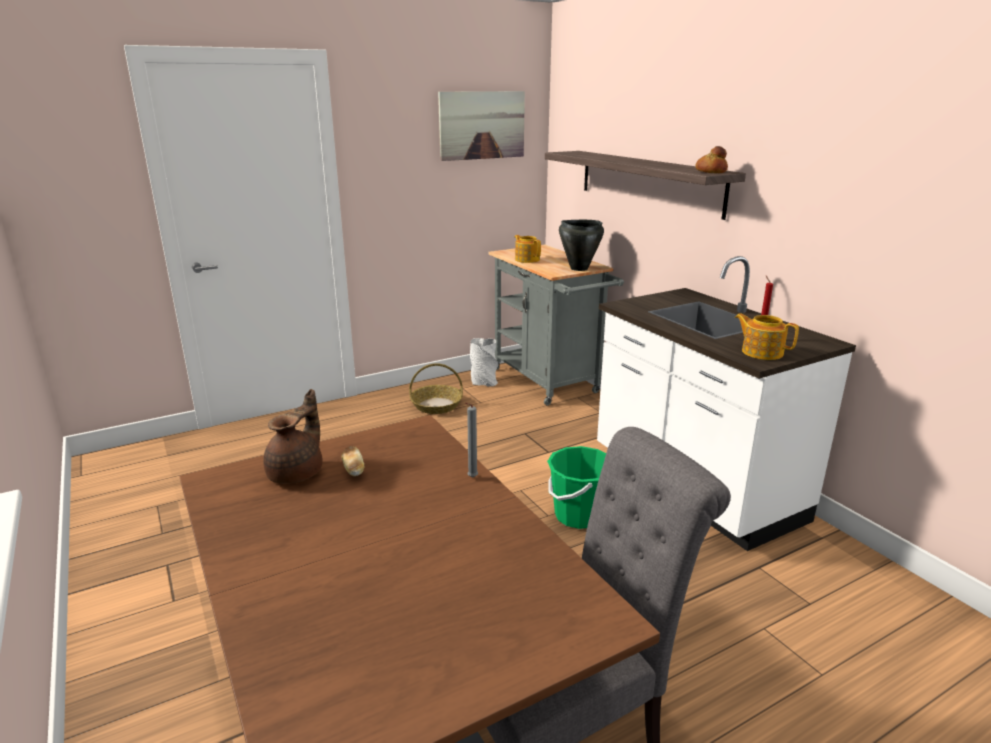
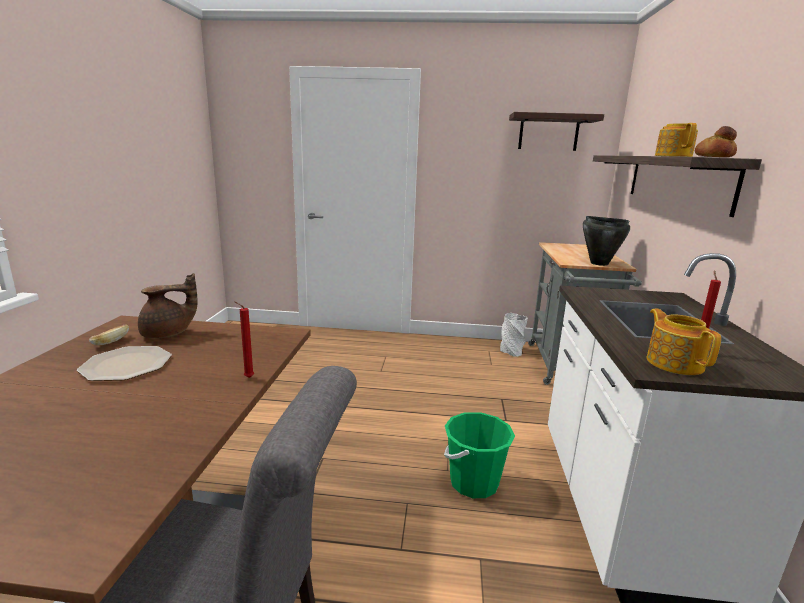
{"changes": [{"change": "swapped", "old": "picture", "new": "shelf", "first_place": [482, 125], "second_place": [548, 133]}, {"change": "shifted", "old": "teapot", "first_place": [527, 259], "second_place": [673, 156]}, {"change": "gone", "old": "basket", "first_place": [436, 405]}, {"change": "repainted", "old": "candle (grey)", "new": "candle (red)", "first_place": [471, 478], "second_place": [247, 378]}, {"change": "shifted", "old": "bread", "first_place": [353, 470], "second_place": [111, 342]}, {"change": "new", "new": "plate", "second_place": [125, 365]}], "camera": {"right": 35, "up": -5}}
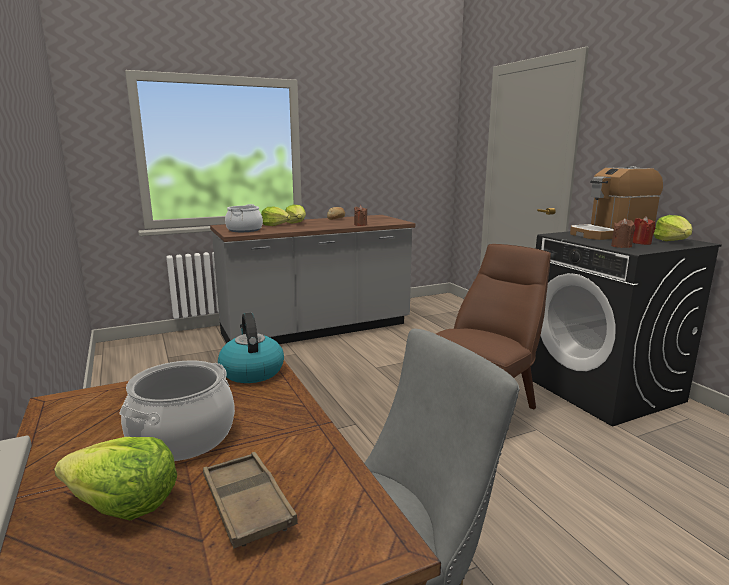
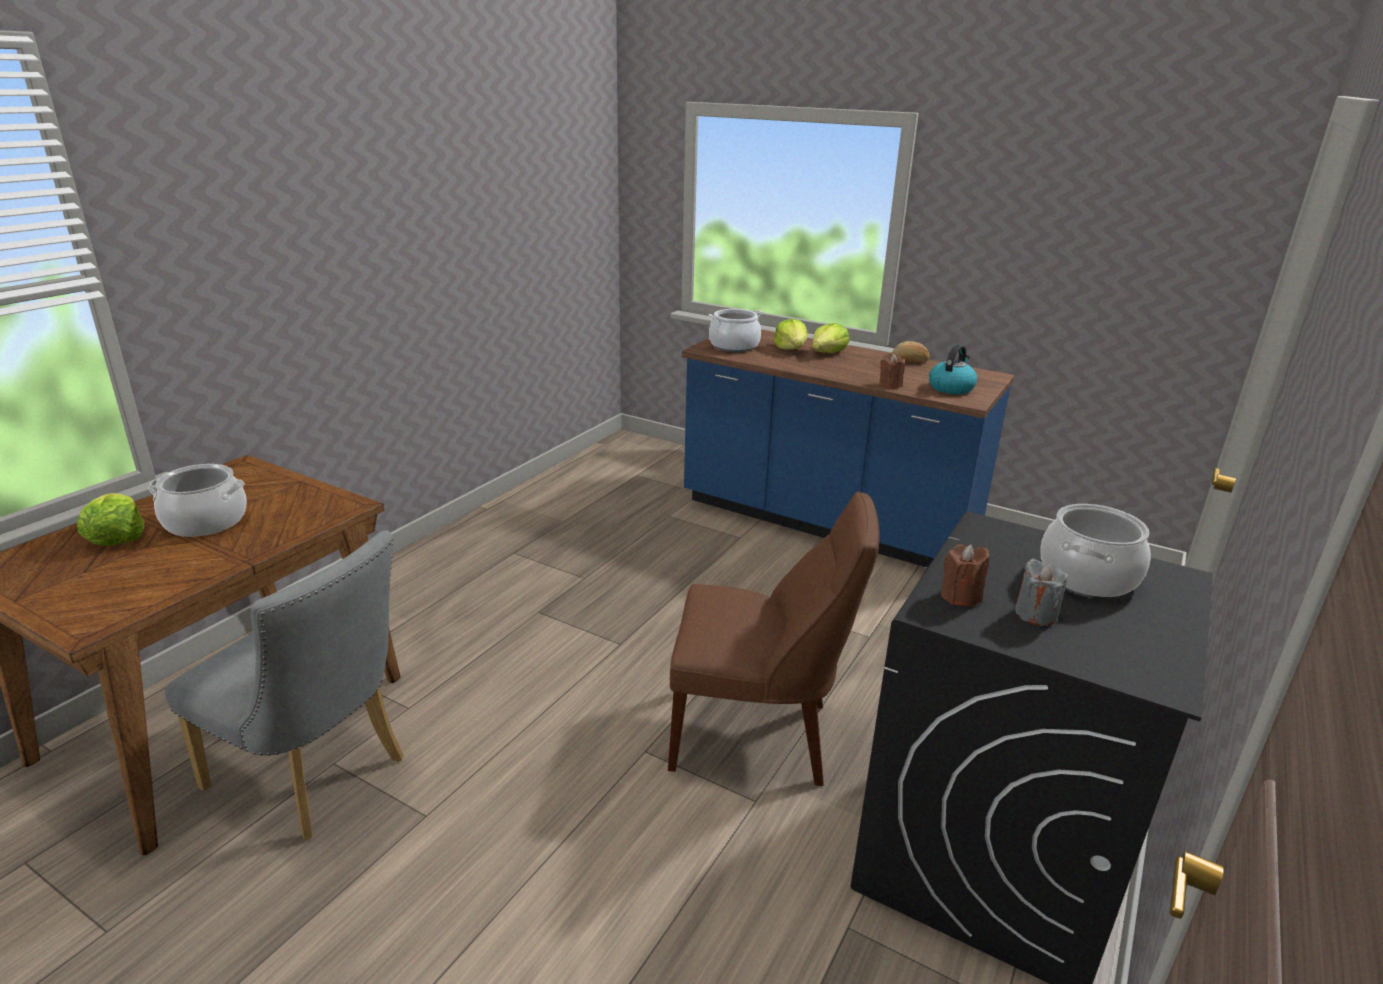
{"changes": [{"change": "swapped", "old": "coffee machine", "new": "cooking pot", "first_place": [610, 234], "second_place": [1088, 576]}, {"change": "repainted", "old": "counter (grey)", "new": "counter (blue)", "first_place": [317, 330], "second_place": [826, 522]}, {"change": "gone", "old": "lettuce", "first_place": [672, 241]}, {"change": "repainted", "old": "candle (red)", "new": "candle (grey)", "first_place": [641, 243], "second_place": [1035, 614]}, {"change": "shifted", "old": "kettle", "first_place": [251, 371], "second_place": [951, 388]}, {"change": "gone", "old": "tray (brown)", "first_place": [246, 504]}], "camera": {"right": 55, "up": 10}}
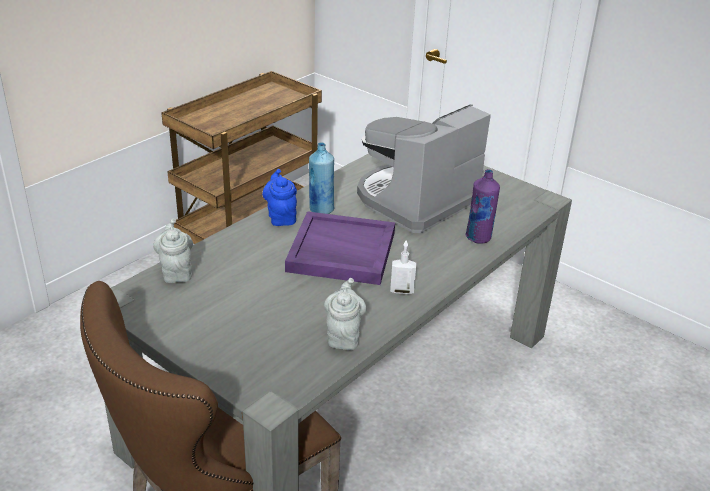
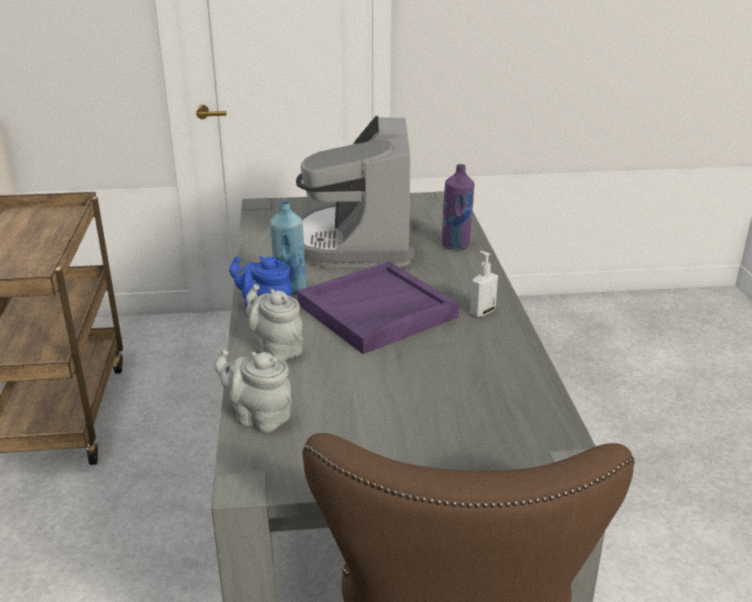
{"changes": [{"change": "shifted", "old": "teapot (grey)", "first_place": [343, 336], "second_place": [276, 349]}], "camera": {"right": -45, "up": -5}}
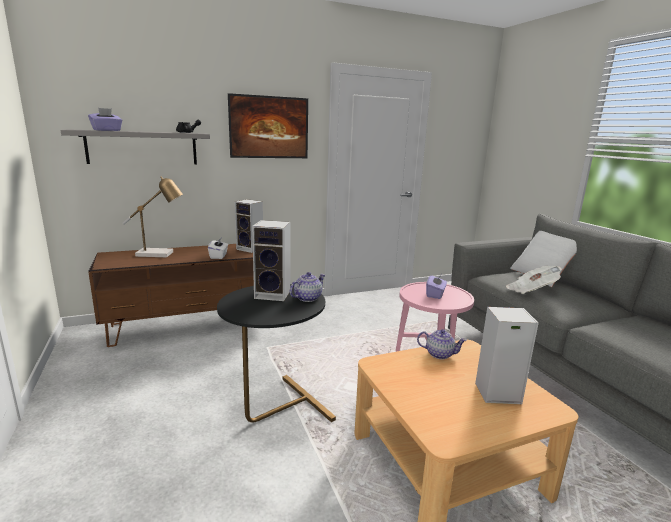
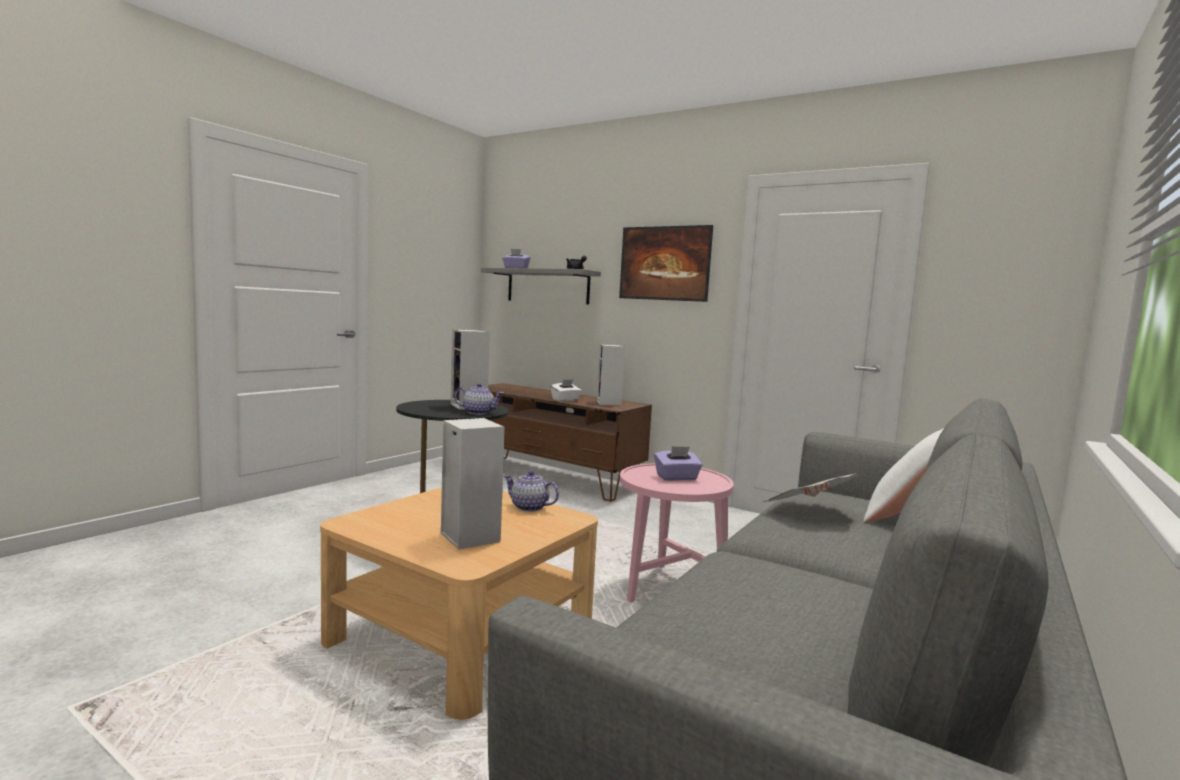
{"changes": [{"change": "gone", "old": "table lamp", "first_place": [159, 254]}, {"change": "rotated", "old": "teapot", "first_place": [439, 354], "second_place": [529, 507], "degrees": 135}], "camera": {"right": 55, "up": -10}}
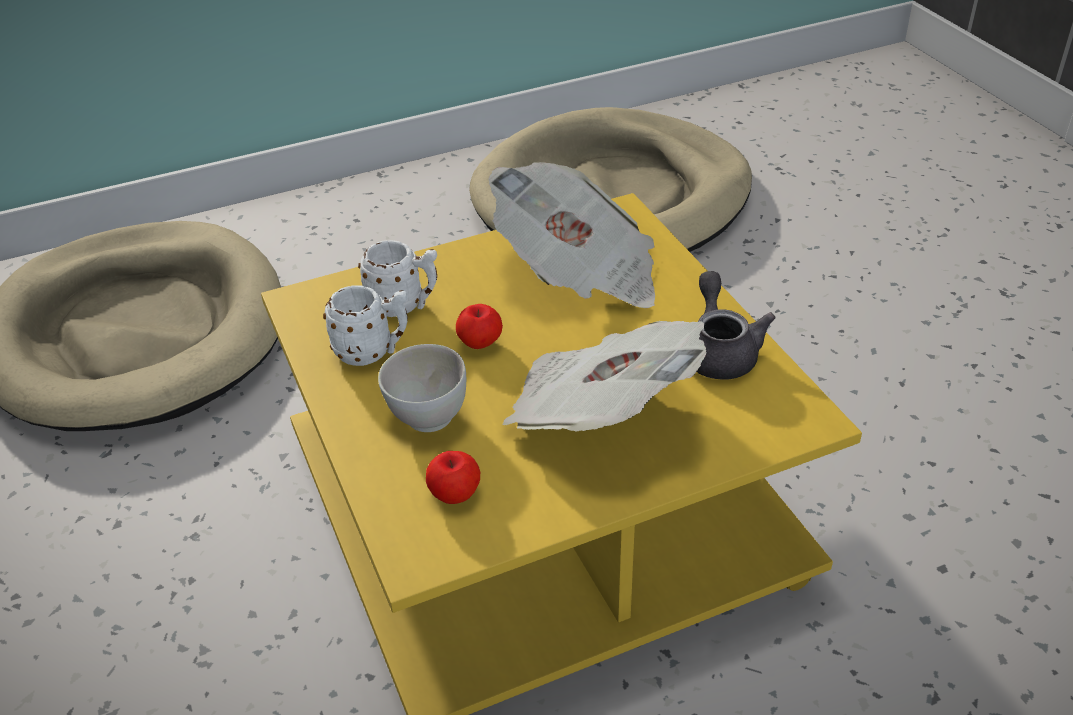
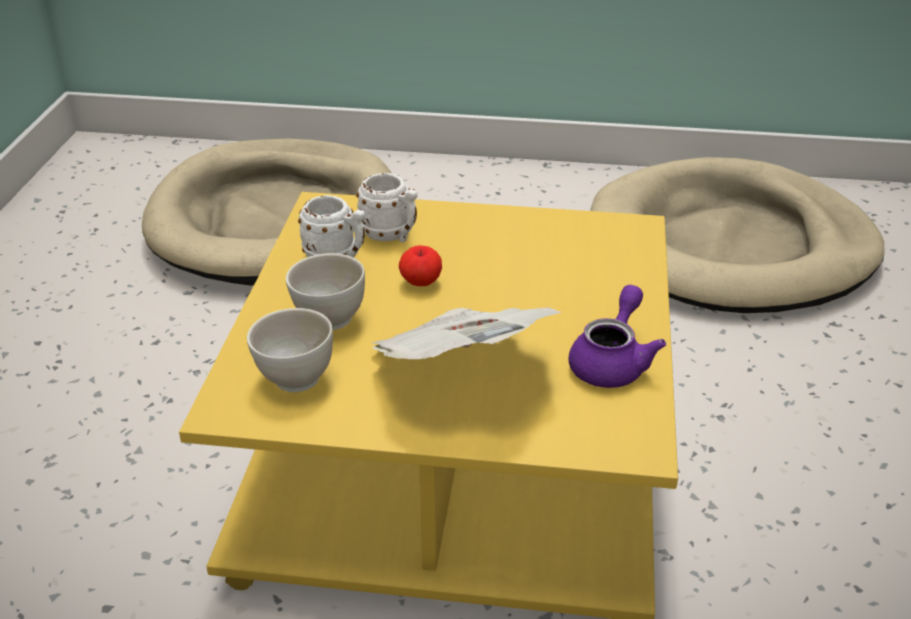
{"changes": [{"change": "gone", "old": "newspaper", "first_place": [579, 274]}, {"change": "repainted", "old": "teapot (grey)", "new": "teapot (purple)", "first_place": [719, 351], "second_place": [612, 362]}, {"change": "swapped", "old": "apple", "new": "bowl (white)", "first_place": [455, 494], "second_place": [295, 379]}], "camera": {"right": 30, "up": -5}}
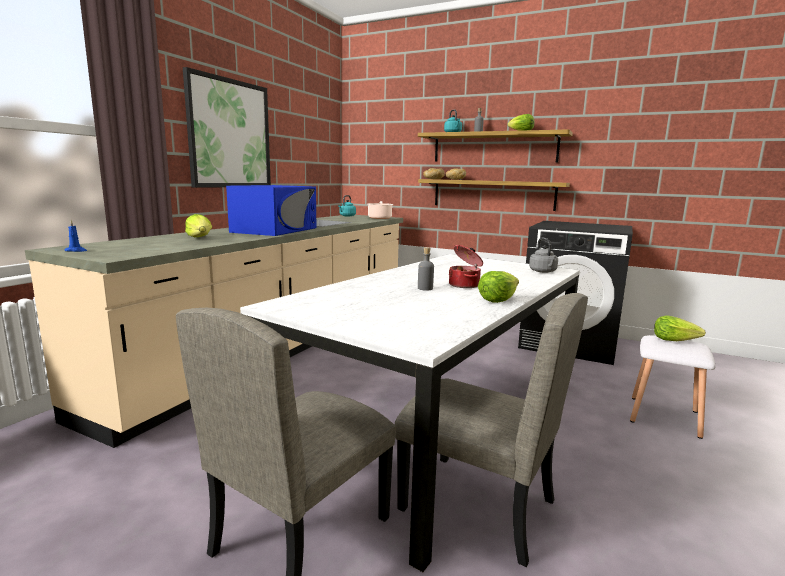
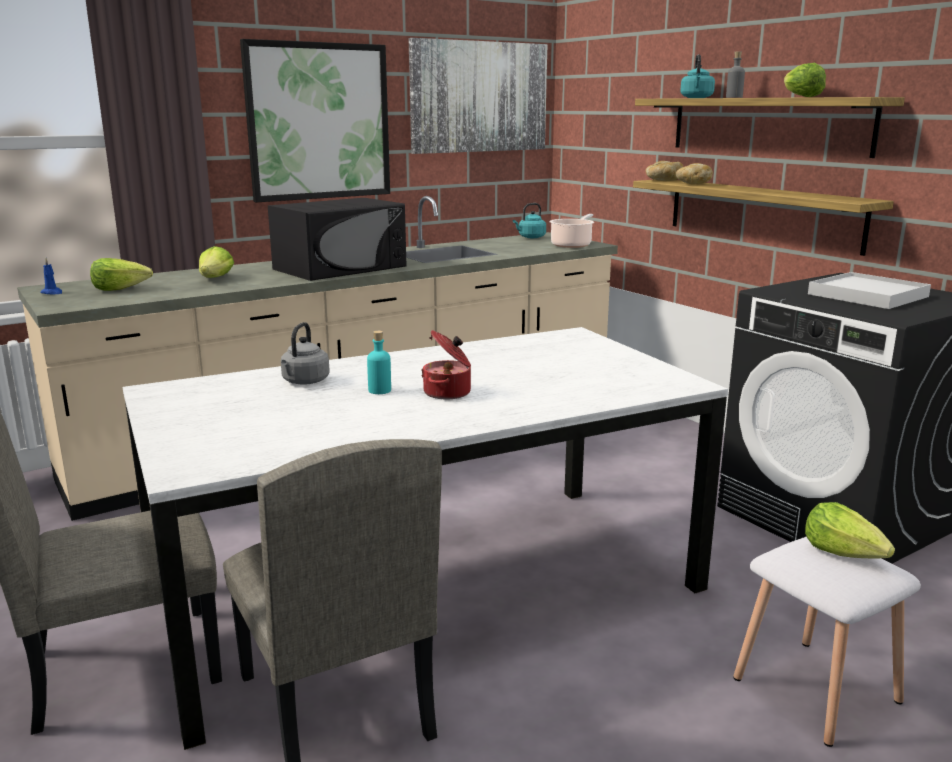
{"changes": [{"change": "repainted", "old": "microwave (blue)", "new": "microwave (black)", "first_place": [275, 230], "second_place": [340, 267]}, {"change": "shifted", "old": "kettle (grey)", "first_place": [543, 271], "second_place": [304, 382]}, {"change": "repainted", "old": "bottle (grey)", "new": "bottle (turquoise)", "first_place": [425, 288], "second_place": [379, 390]}, {"change": "shifted", "old": "lettuce", "first_place": [497, 299], "second_place": [120, 289]}, {"change": "new", "new": "picture", "second_place": [479, 97]}, {"change": "new", "new": "tray (white)", "second_place": [867, 295]}], "camera": {"right": 30, "up": 5}}
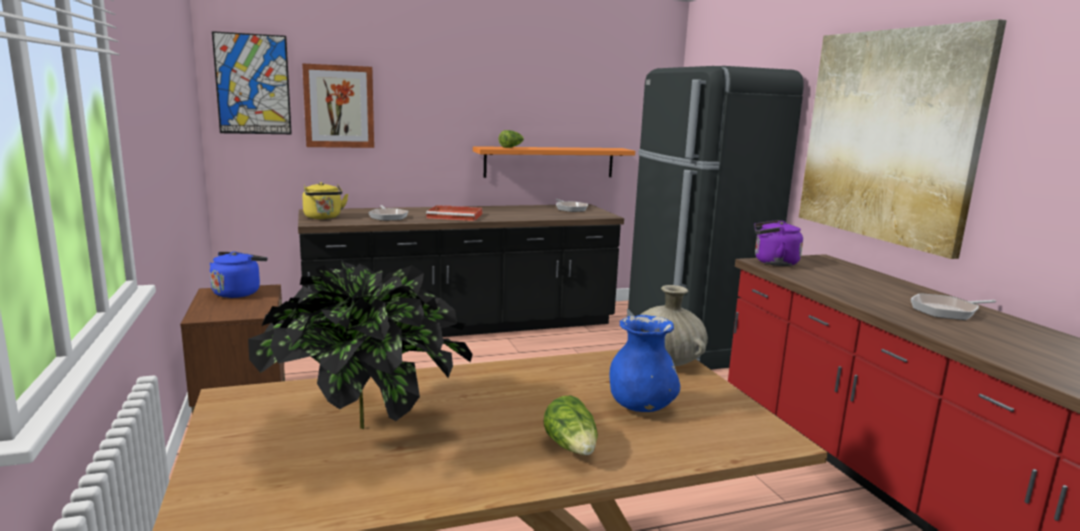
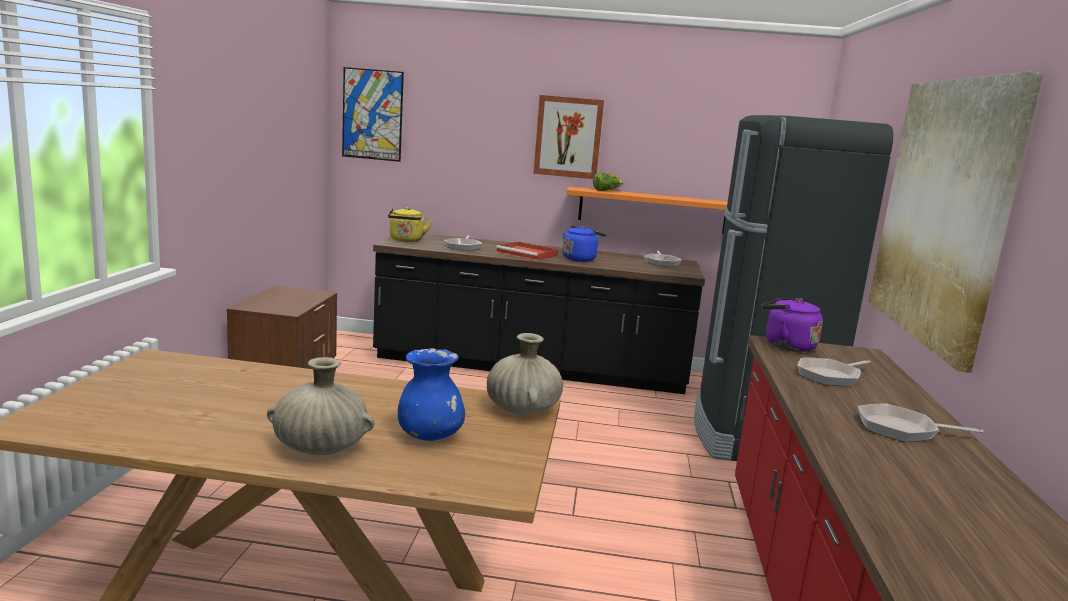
{"changes": [{"change": "shifted", "old": "picture", "first_place": [339, 106], "second_place": [568, 137]}, {"change": "shifted", "old": "kettle (blue)", "first_place": [238, 292], "second_place": [580, 259]}, {"change": "gone", "old": "potted plant", "first_place": [368, 427]}, {"change": "swapped", "old": "lettuce", "new": "vase (beige)", "first_place": [572, 448], "second_place": [320, 448]}, {"change": "new", "new": "frying pan", "second_place": [831, 376]}], "camera": {"right": 25, "up": 0}}
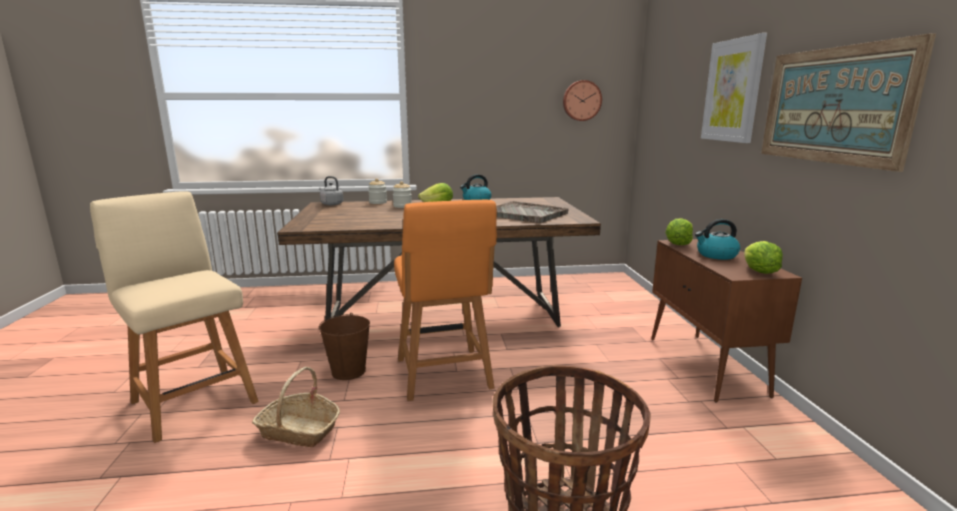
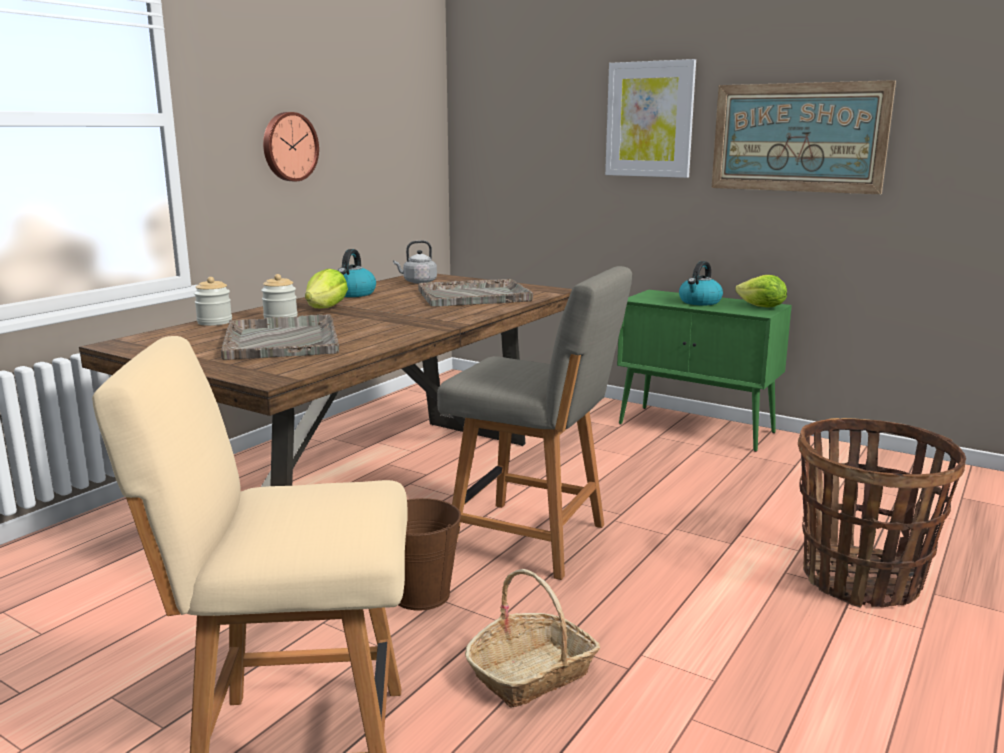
{"changes": [{"change": "shifted", "old": "wall clock", "first_place": [581, 100], "second_place": [289, 147]}, {"change": "shifted", "old": "kettle (grey)", "first_place": [331, 204], "second_place": [418, 282]}, {"change": "repainted", "old": "chair (orange)", "new": "chair (grey)", "first_place": [444, 375], "second_place": [533, 540]}, {"change": "gone", "old": "lettuce", "first_place": [678, 244]}, {"change": "repainted", "old": "cabinet (brown)", "new": "cabinet (green)", "first_place": [706, 366], "second_place": [697, 428]}, {"change": "new", "new": "tray (grey)", "second_place": [281, 340]}], "camera": {"right": -50, "up": 0}}
